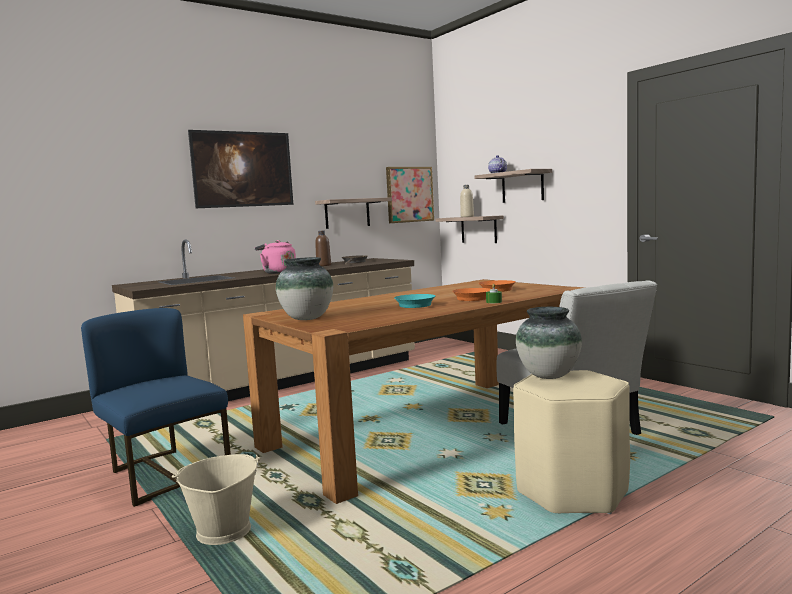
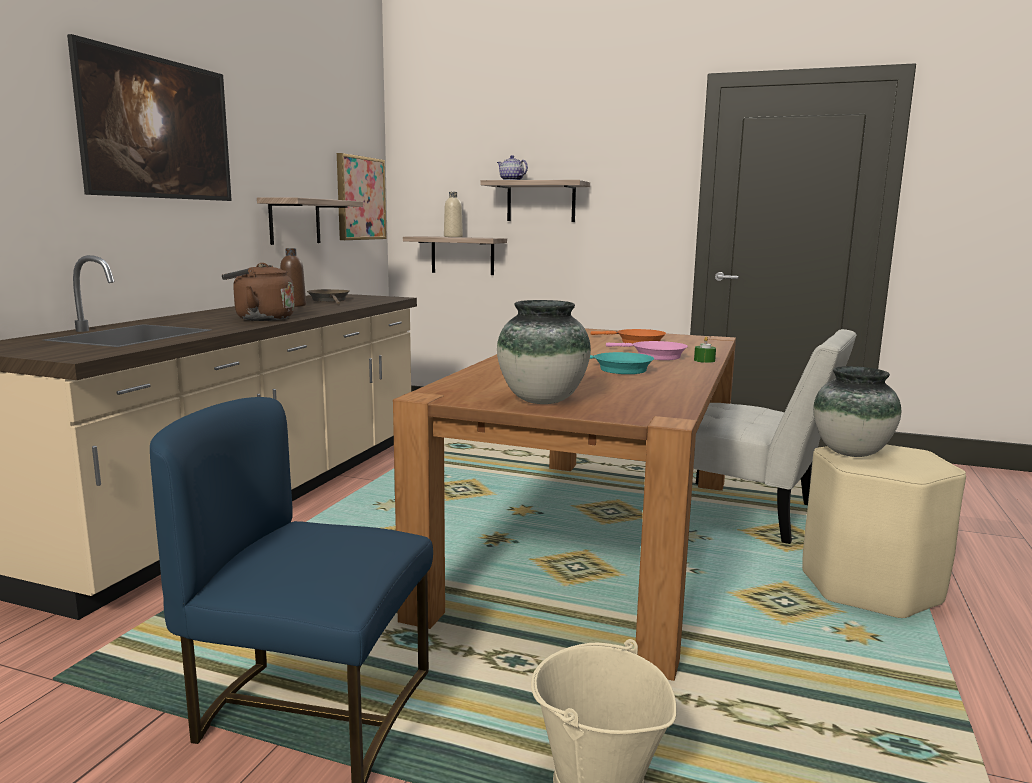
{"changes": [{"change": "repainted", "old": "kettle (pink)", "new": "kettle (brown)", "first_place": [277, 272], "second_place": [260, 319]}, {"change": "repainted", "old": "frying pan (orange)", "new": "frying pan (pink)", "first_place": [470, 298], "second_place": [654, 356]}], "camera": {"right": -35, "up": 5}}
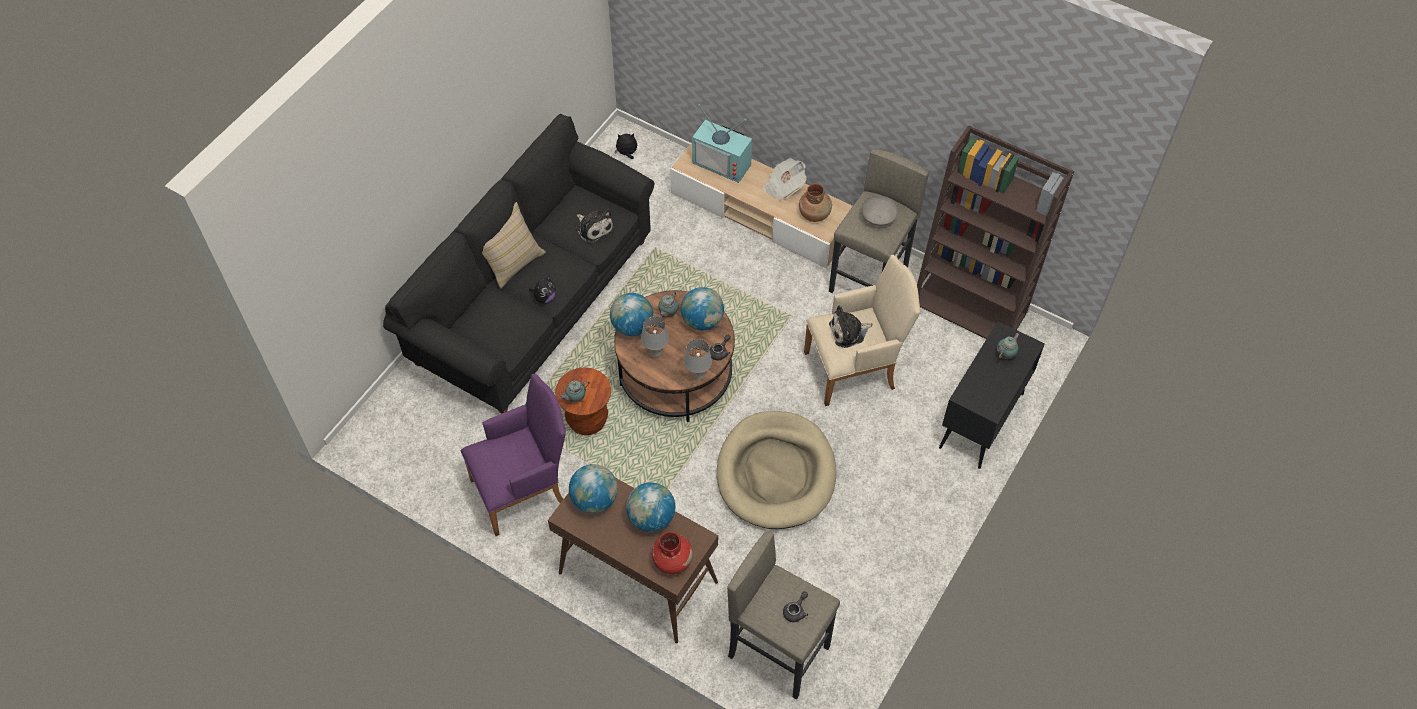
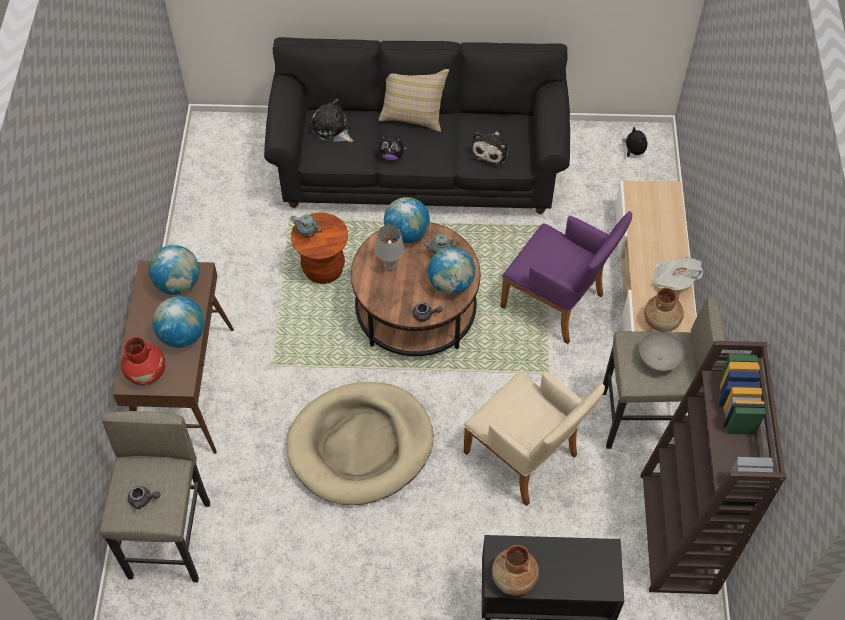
{"changes": [{"change": "gone", "old": "television", "first_place": [723, 162]}, {"change": "shifted", "old": "plush toy", "first_place": [848, 332], "second_place": [332, 129]}, {"change": "gone", "old": "teapot", "first_place": [1006, 354]}, {"change": "gone", "old": "table lamp (grey)", "first_place": [698, 375]}, {"change": "shifted", "old": "armchair (purple)", "first_place": [525, 490], "second_place": [557, 304]}, {"change": "new", "new": "vase (brown)", "second_place": [514, 579]}], "camera": {"right": 60, "up": 0}}
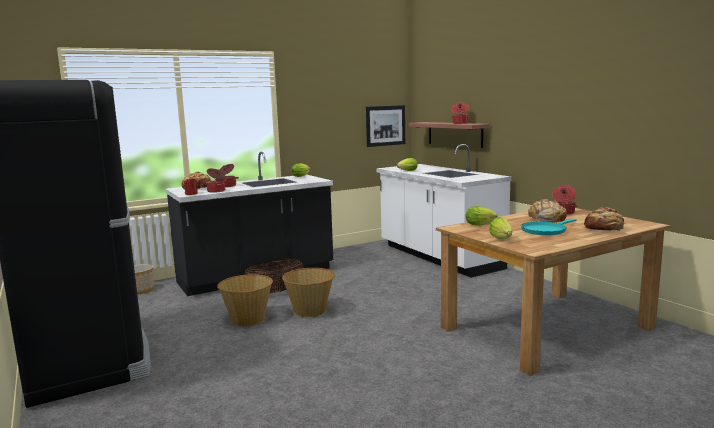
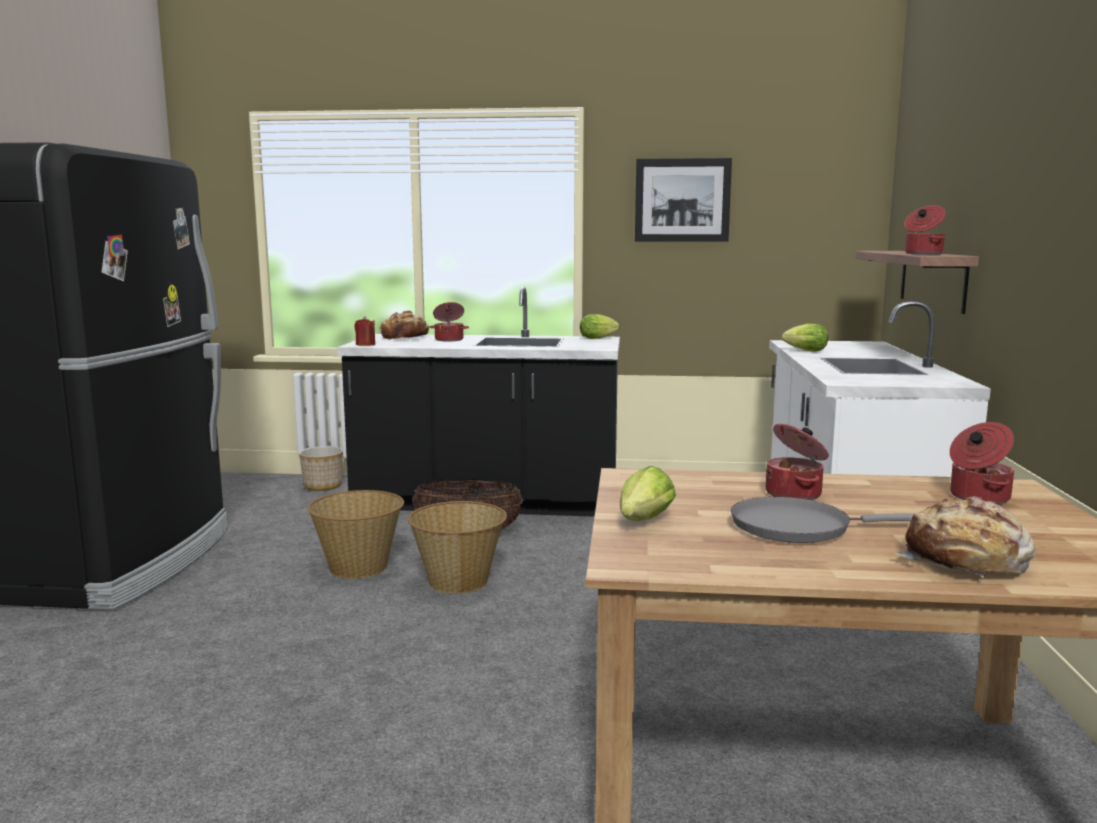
{"changes": [{"change": "shifted", "old": "picture", "first_place": [385, 125], "second_place": [682, 200]}, {"change": "shifted", "old": "cooking pot", "first_place": [216, 191], "second_place": [795, 494]}, {"change": "gone", "old": "bread", "first_place": [546, 219]}, {"change": "gone", "old": "lettuce", "first_place": [481, 225]}, {"change": "repainted", "old": "frying pan (turquoise)", "new": "frying pan (grey)", "first_place": [545, 230], "second_place": [798, 527]}], "camera": {"right": 35, "up": 0}}
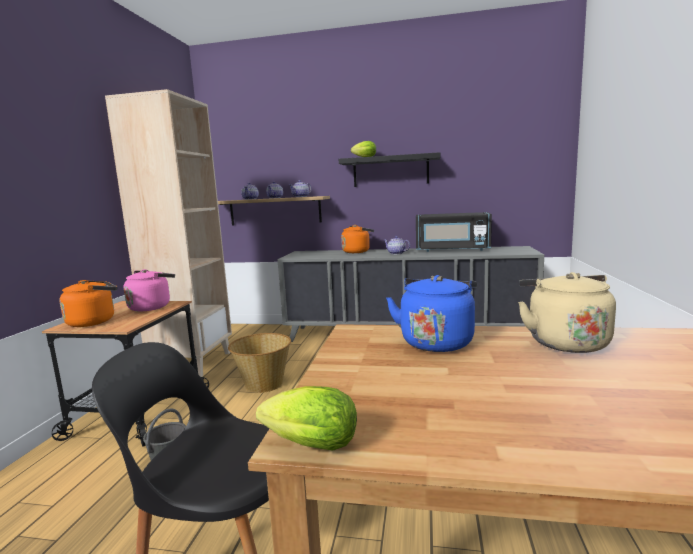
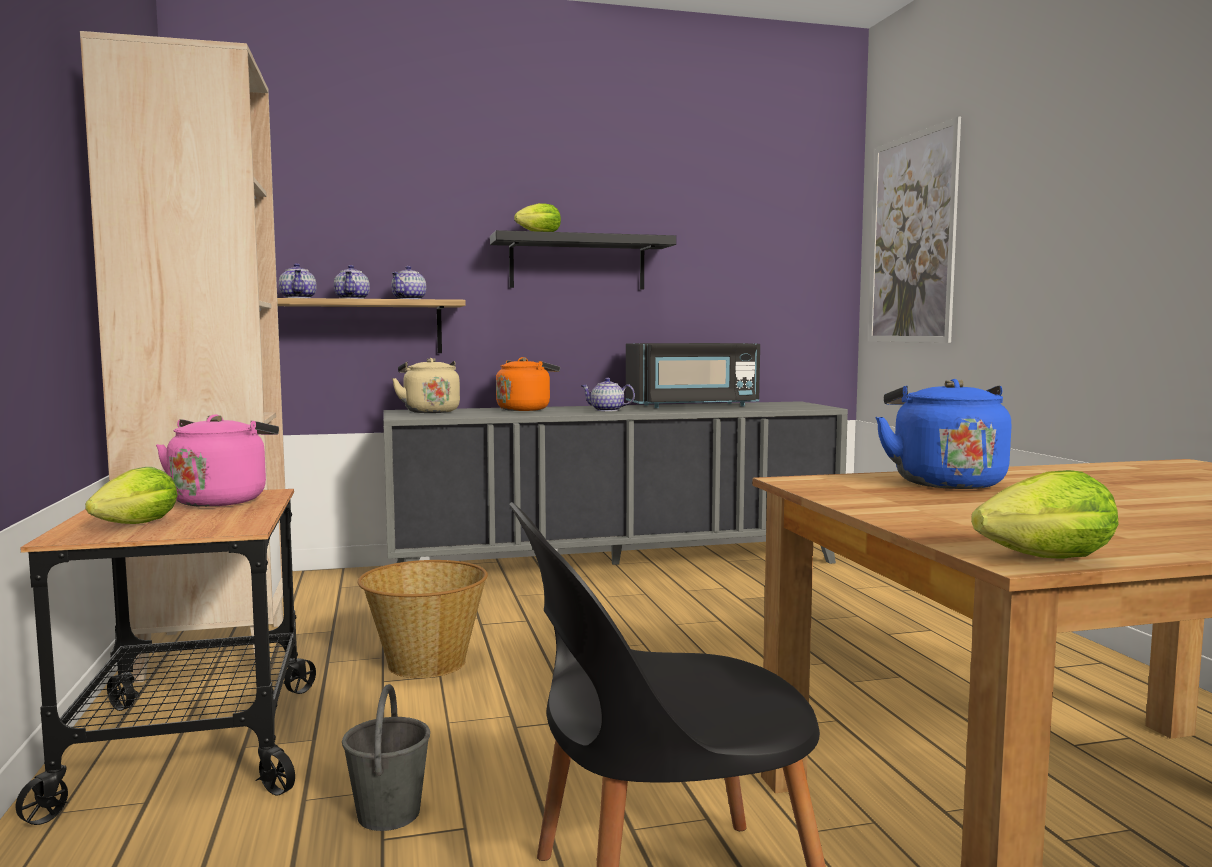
{"changes": [{"change": "shifted", "old": "kettle (beige)", "first_place": [564, 342], "second_place": [430, 411]}, {"change": "swapped", "old": "kettle (orange)", "new": "lettuce", "first_place": [94, 321], "second_place": [132, 526]}, {"change": "new", "new": "picture", "second_place": [912, 239]}], "camera": {"right": -25, "up": -5}}
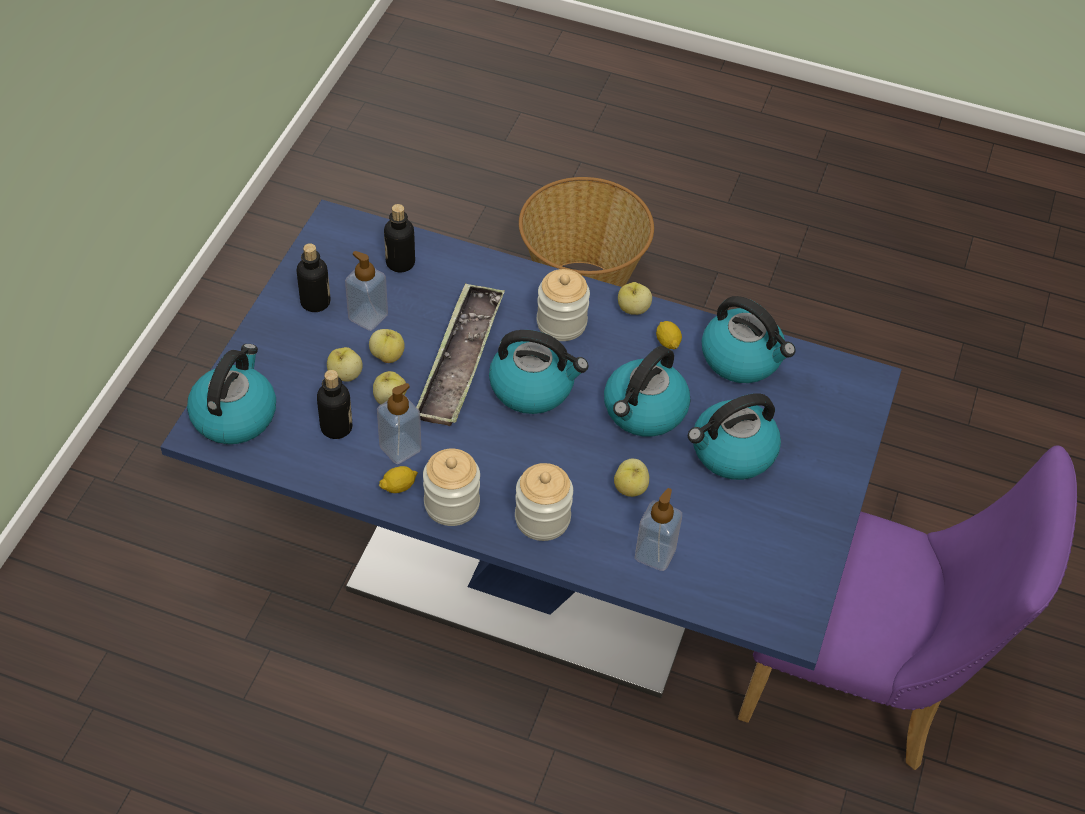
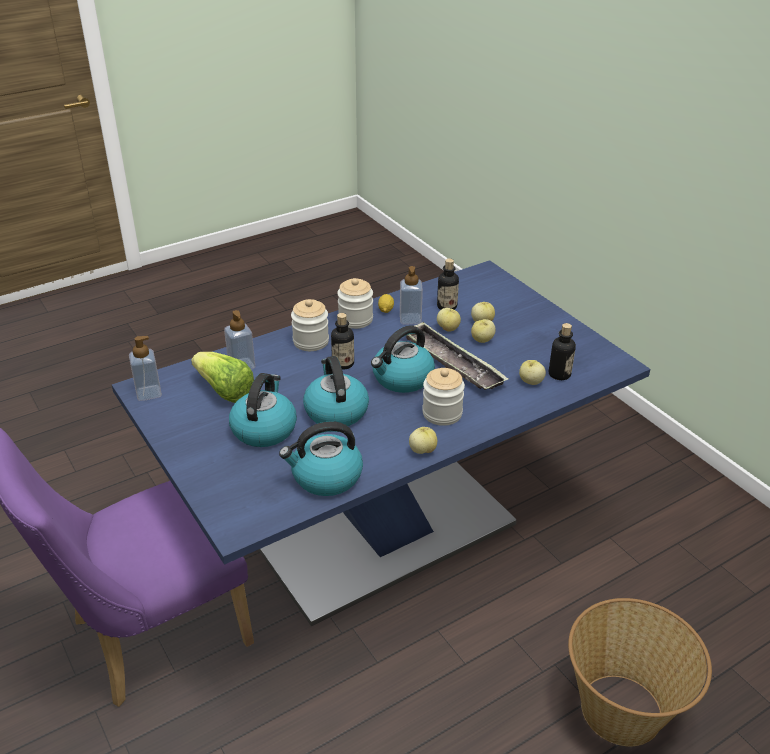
{"changes": [{"change": "shifted", "old": "bottle", "first_place": [315, 302], "second_place": [343, 364]}, {"change": "shifted", "old": "soap dispenser", "first_place": [368, 317], "second_place": [148, 393]}, {"change": "gone", "old": "lemon", "first_place": [667, 342]}, {"change": "gone", "old": "kettle", "first_place": [234, 415]}, {"change": "shifted", "old": "apple", "first_place": [631, 488], "second_place": [530, 382]}, {"change": "new", "new": "lettuce", "second_place": [224, 391]}], "camera": {"right": 130, "up": -15}}
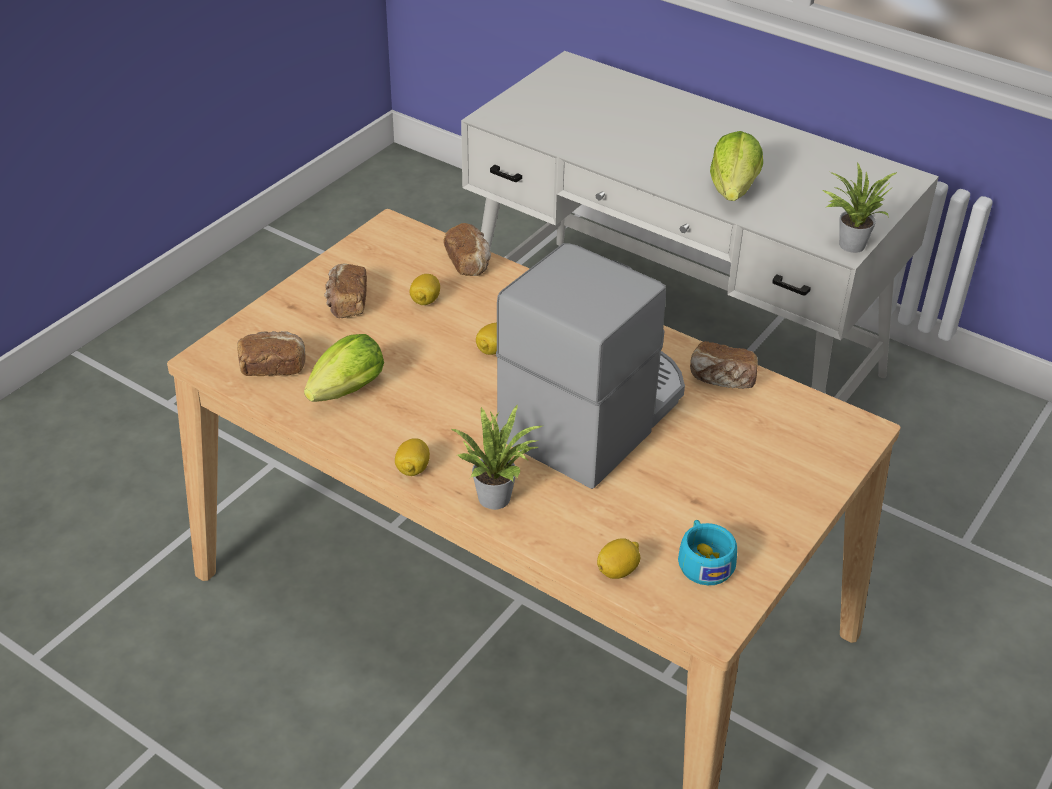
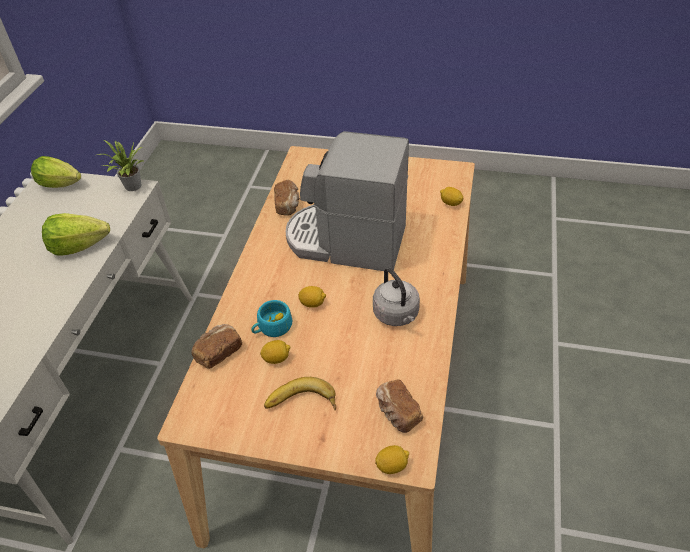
{"changes": [{"change": "swapped", "old": "bread", "new": "banana", "first_place": [346, 303], "second_place": [301, 404]}, {"change": "shifted", "old": "lettuce", "first_place": [343, 393], "second_place": [62, 185]}, {"change": "gone", "old": "potted plant", "first_place": [497, 495]}, {"change": "shifted", "old": "lemon", "first_place": [413, 469], "second_place": [392, 466]}, {"change": "shifted", "old": "cup (turquoise)", "first_place": [703, 561], "second_place": [272, 327]}, {"change": "new", "new": "kettle (grey)", "second_place": [397, 315]}], "camera": {"right": -110, "up": 5}}
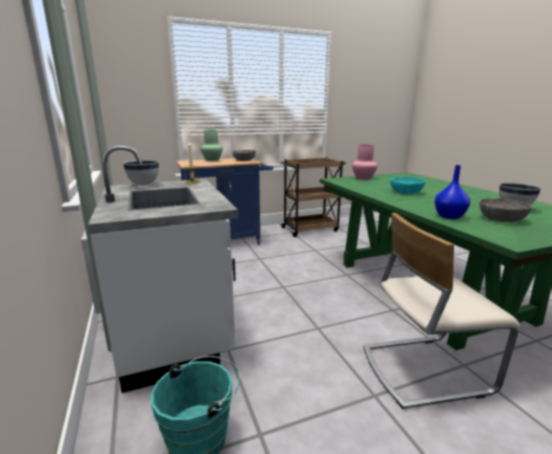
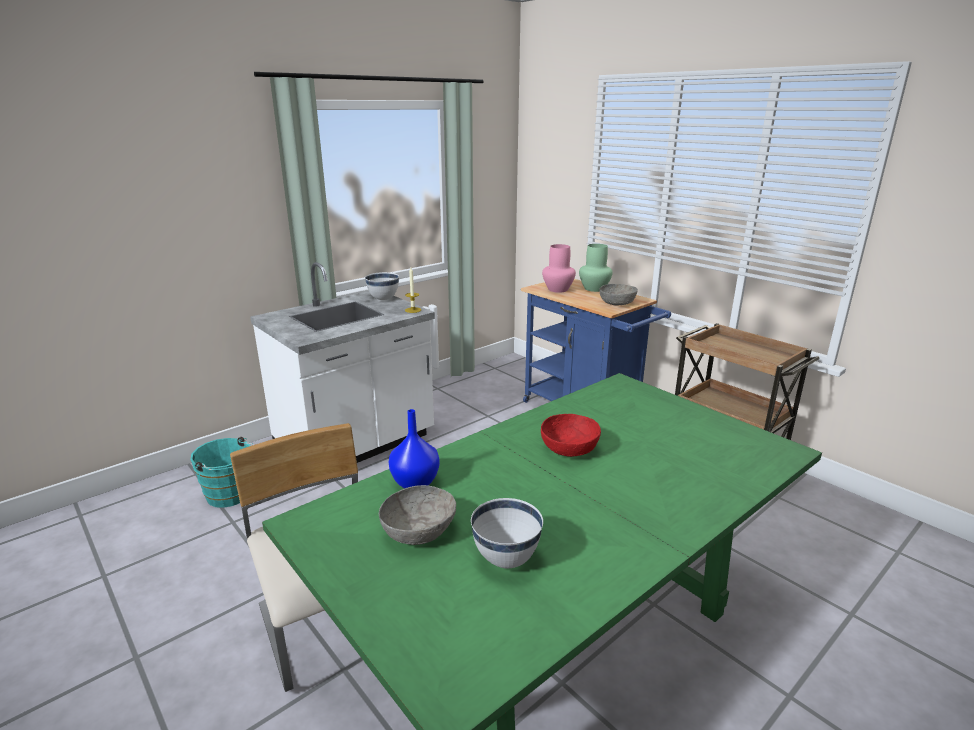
{"changes": [{"change": "shifted", "old": "vase (pink)", "first_place": [364, 178], "second_place": [558, 290]}, {"change": "repainted", "old": "bowl (turquoise)", "new": "bowl (red)", "first_place": [405, 192], "second_place": [569, 448]}], "camera": {"right": 70, "up": 5}}
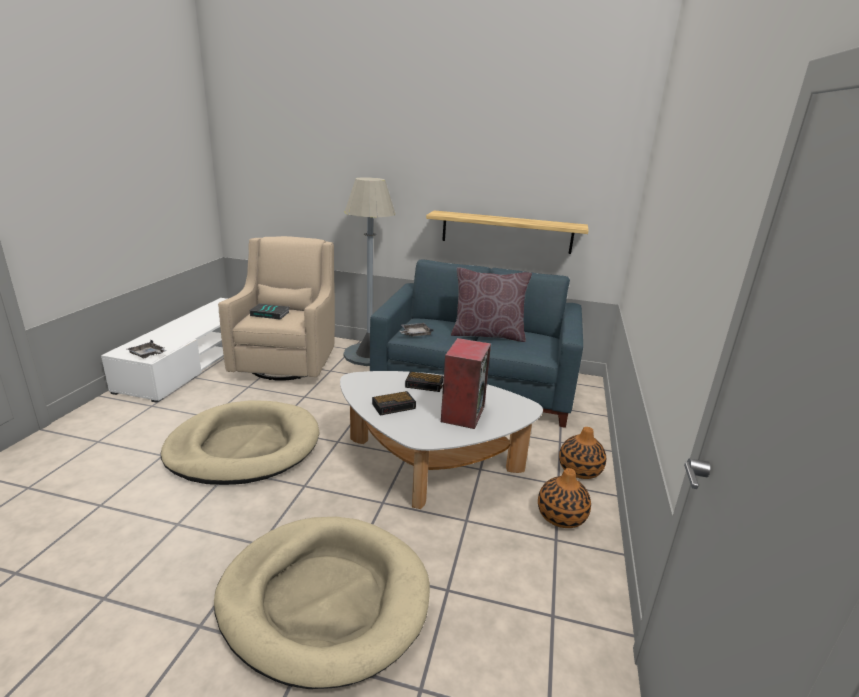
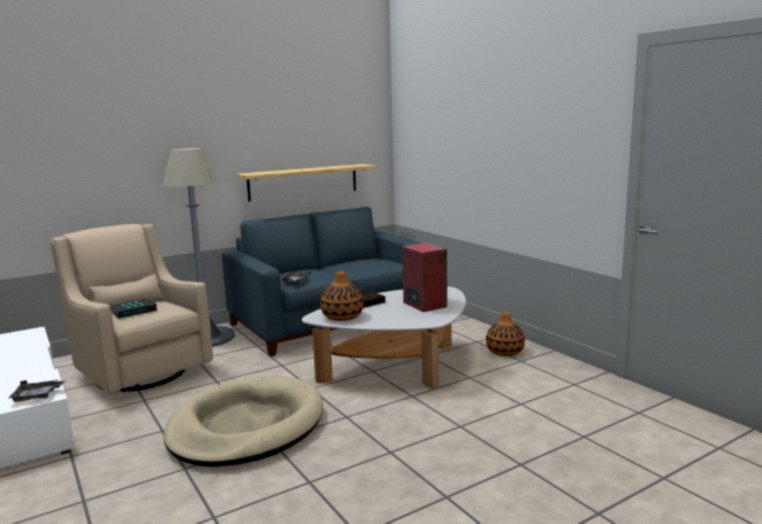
{"changes": [{"change": "gone", "old": "pillow (brown)", "first_place": [487, 335]}, {"change": "gone", "old": "alarm clock", "first_place": [394, 406]}, {"change": "shifted", "old": "vase", "first_place": [579, 470], "second_place": [342, 317]}, {"change": "gone", "old": "dog bed (beige)", "first_place": [324, 599]}], "camera": {"right": -45, "up": -10}}
